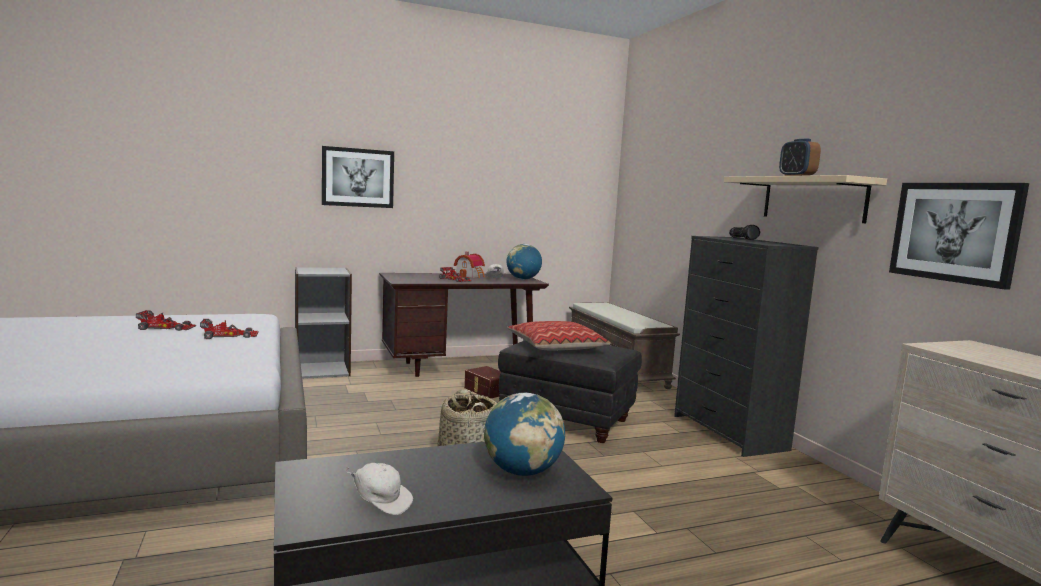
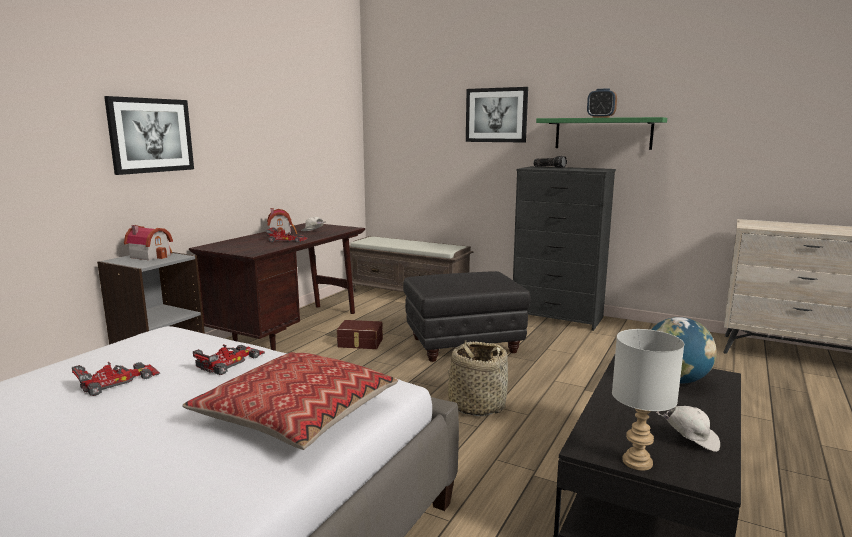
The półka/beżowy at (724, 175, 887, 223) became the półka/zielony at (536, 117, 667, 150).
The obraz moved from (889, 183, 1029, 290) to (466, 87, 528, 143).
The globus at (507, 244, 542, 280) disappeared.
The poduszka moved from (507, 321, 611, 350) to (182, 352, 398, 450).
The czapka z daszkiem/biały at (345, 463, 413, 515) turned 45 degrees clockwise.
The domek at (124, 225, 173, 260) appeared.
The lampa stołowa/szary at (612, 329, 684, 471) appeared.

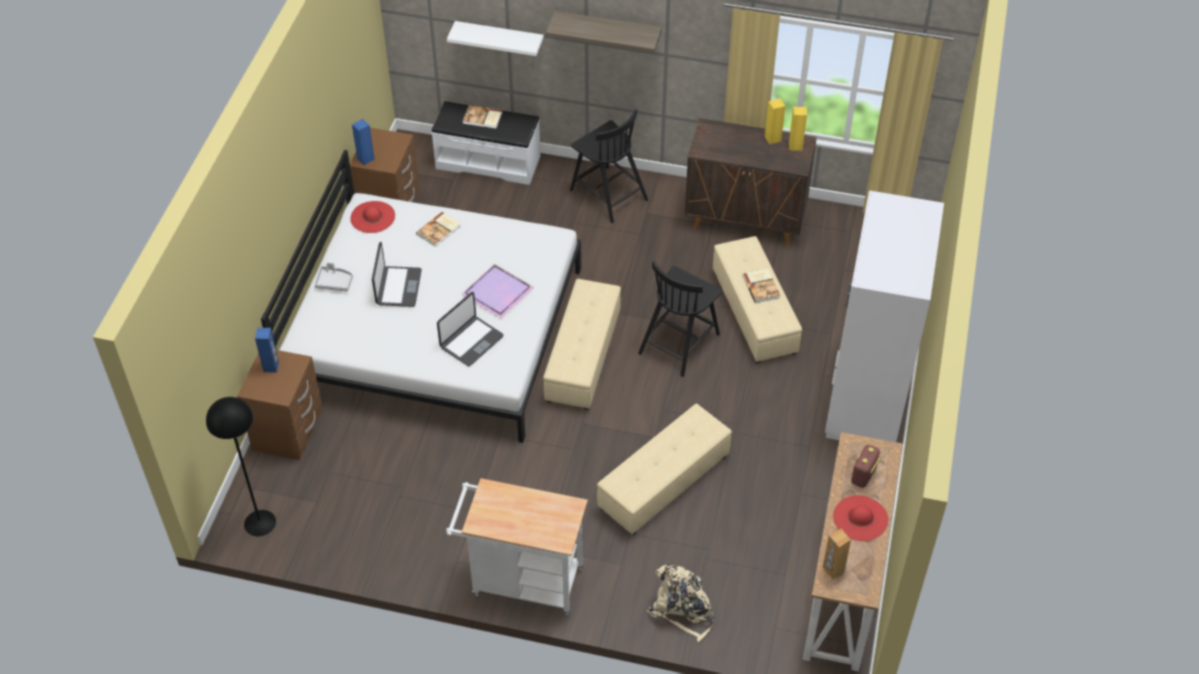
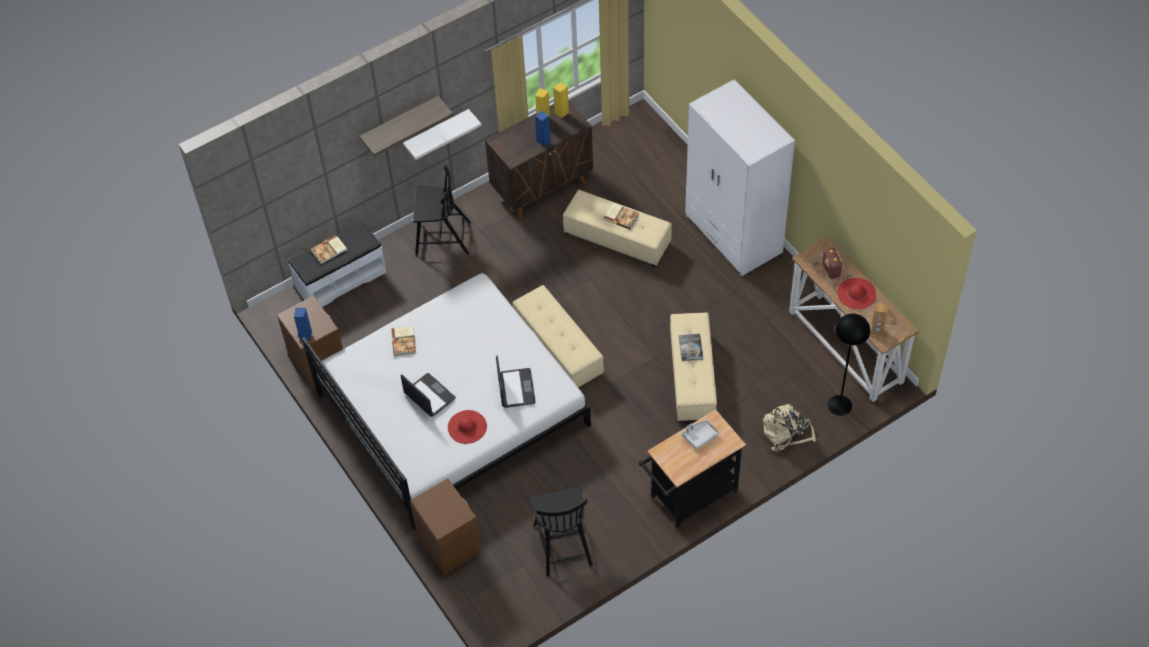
The półka/biały moved from (447, 21, 544, 56) to (403, 109, 482, 160).
The kapelusz/czerwony moved from (351, 201, 395, 233) to (448, 410, 487, 444).
The krzesło/czarny moved from (638, 261, 723, 377) to (530, 487, 593, 576).
The taca/szary moved from (314, 262, 353, 292) to (682, 420, 719, 450).
The taca/fioletowy at (461, 264, 534, 318) disappeared.
The głośnik/niebieski moved from (255, 328, 279, 372) to (535, 111, 551, 147).
The lampa stojąca/czarny moved from (206, 397, 276, 536) to (828, 313, 870, 416).
The wózek/biały at (446, 478, 588, 615) became the wózek/czarny at (639, 410, 746, 528).
The książka at (679, 334, 703, 361) appeared.

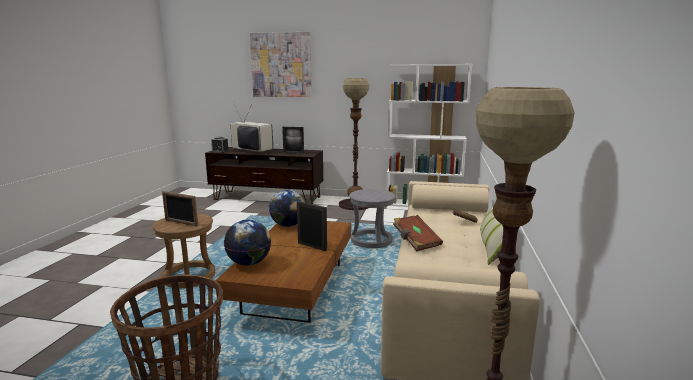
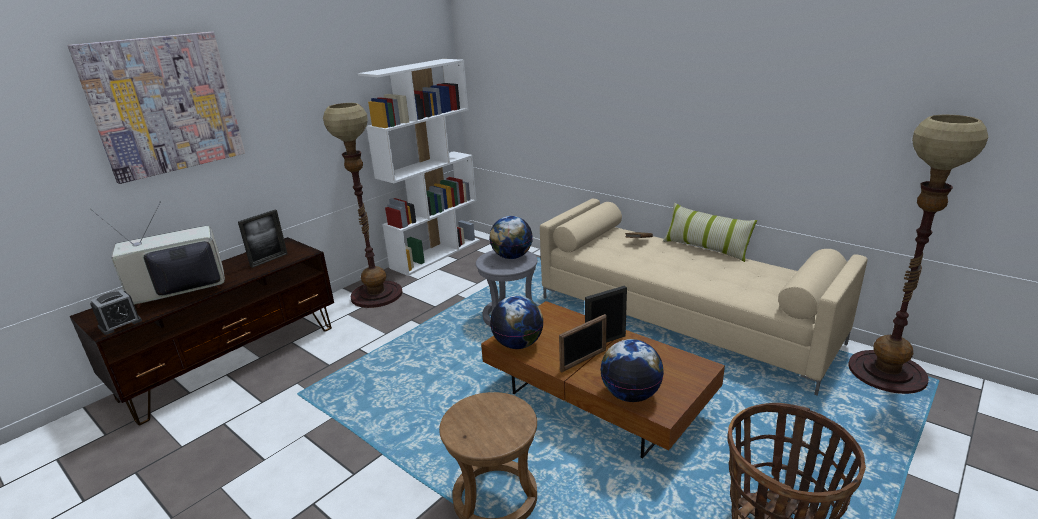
The ramka na zdjęcie moved from (162, 191, 198, 226) to (559, 314, 607, 373).
The książka/brązowy at (393, 215, 443, 251) disappeared.
The globus at (489, 216, 533, 259) appeared.

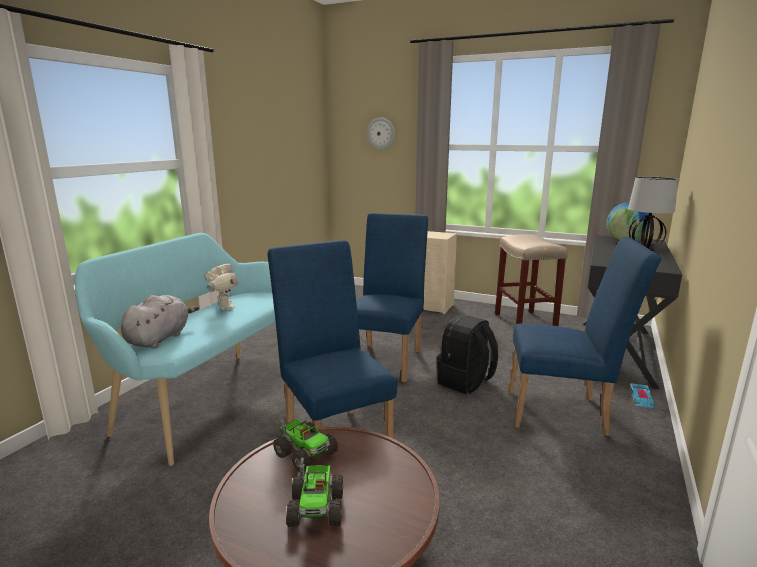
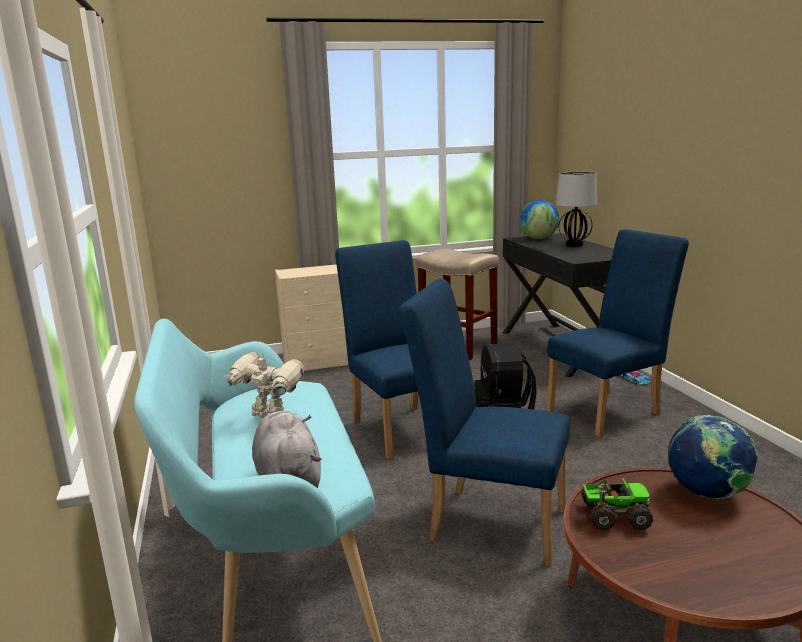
The zegar ścienny at (367, 118, 395, 150) disappeared.
The ciężarówka zabawkowa at (286, 458, 343, 527) disappeared.
The globus at (668, 415, 758, 500) appeared.

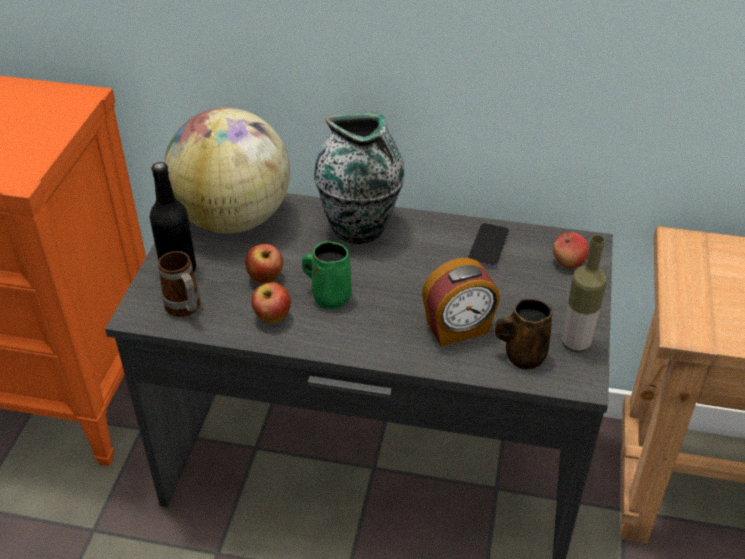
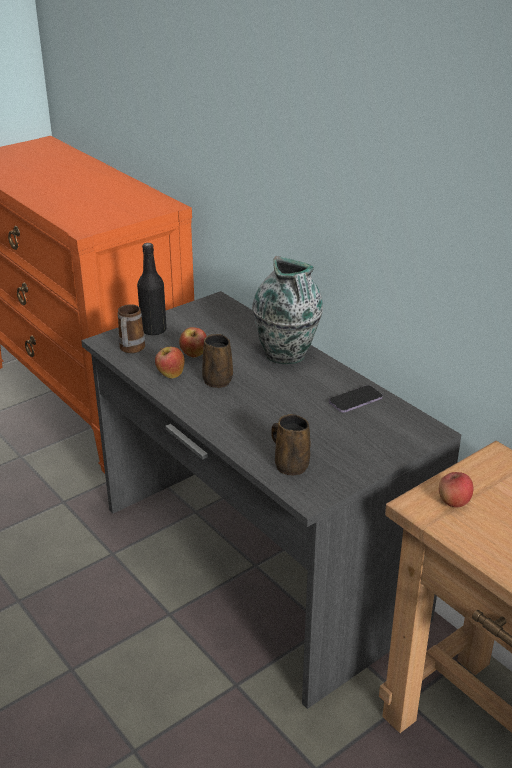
The globus at (164, 108, 290, 233) disappeared.
The jabłko moved from (553, 232, 589, 268) to (439, 472, 473, 507).
The butelka at (562, 235, 607, 353) disappeared.
The kubek/zielony at (302, 241, 352, 309) became the kubek/brązowy at (202, 334, 233, 388).
The budzik at (422, 258, 500, 346) disappeared.

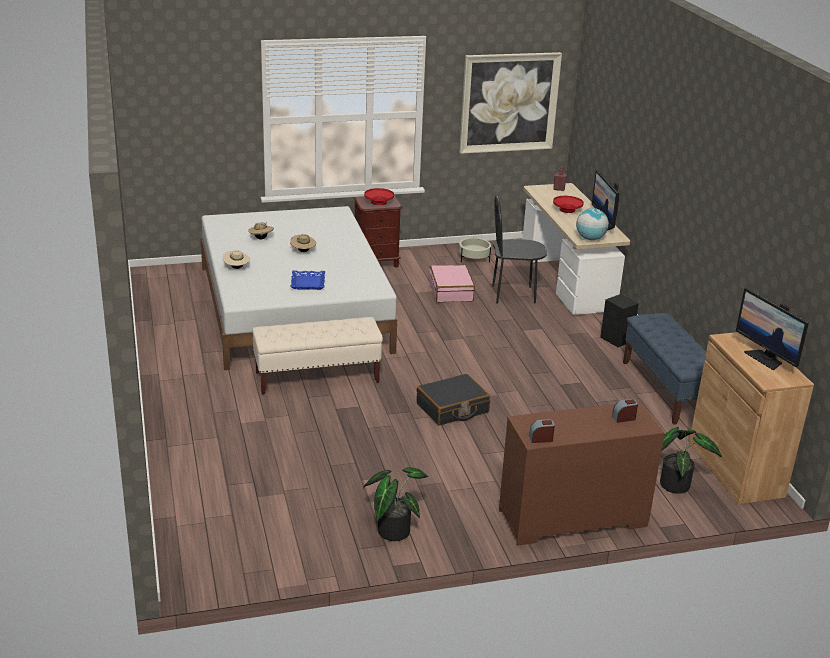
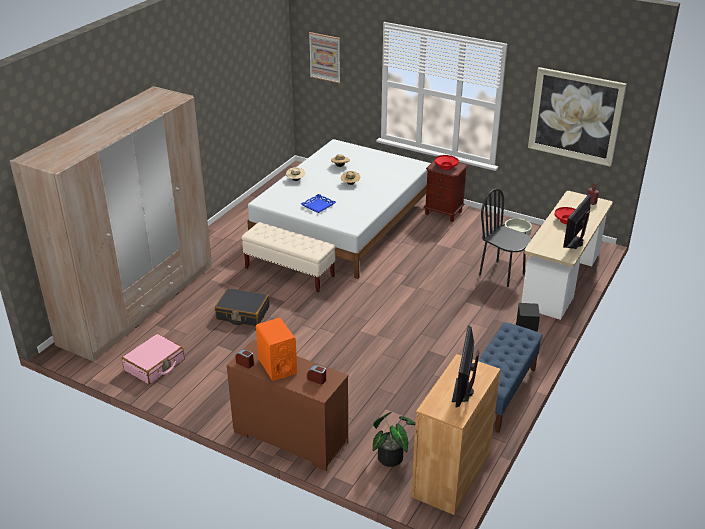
The globus at (576, 208, 609, 240) disappeared.
The walizka/różowy moved from (429, 265, 475, 302) to (122, 334, 184, 384).
The walizka/czarny moved from (416, 374, 490, 425) to (215, 288, 269, 326).
The roślina doniczkowa at (363, 467, 428, 541) disappeared.
The obraz at (309, 32, 340, 83) appeared.
The szafa/beżowy at (10, 86, 212, 362) appeared.
The głośnik/pomarańczowy at (256, 318, 297, 381) appeared.

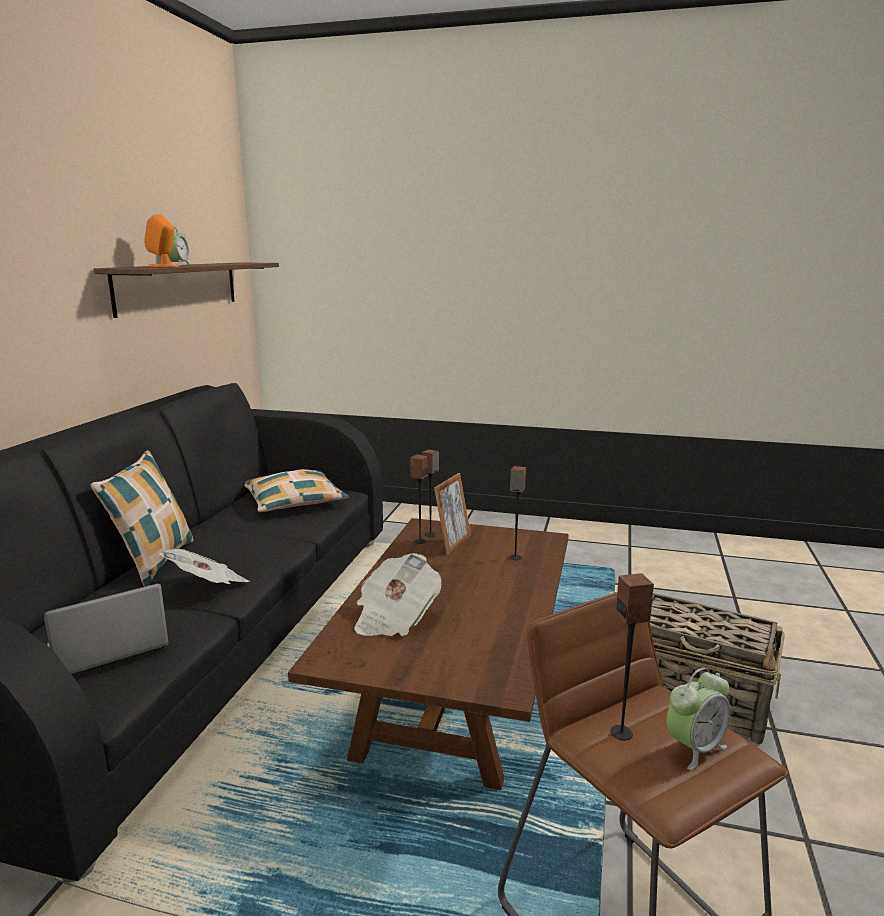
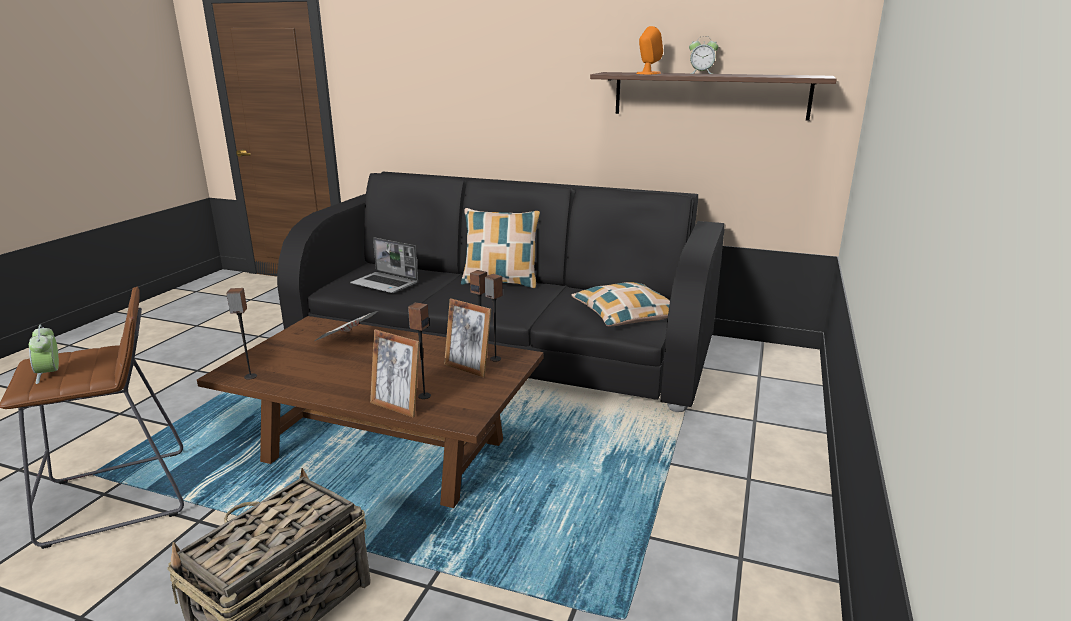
The gazeta at (159, 549, 249, 584) disappeared.
The głośnik moved from (610, 573, 654, 741) to (227, 288, 257, 379).
The laptop at (43, 584, 169, 676) turned 150 degrees clockwise.
The ramka na zdjęcie at (370, 329, 420, 417) appeared.

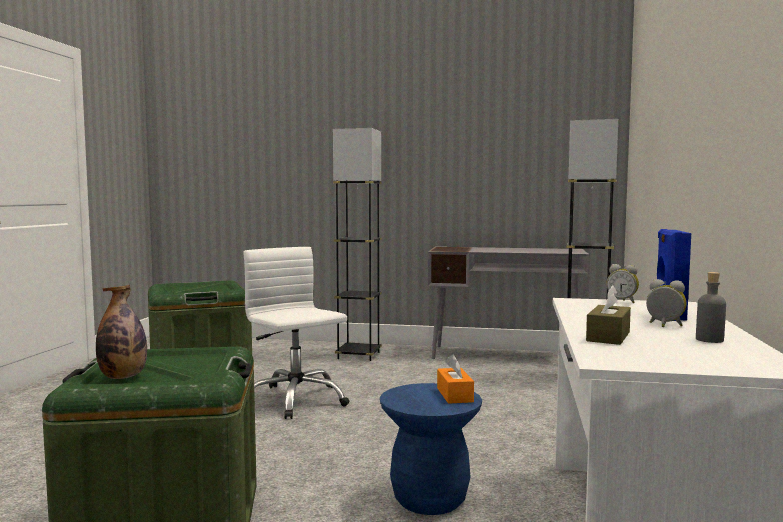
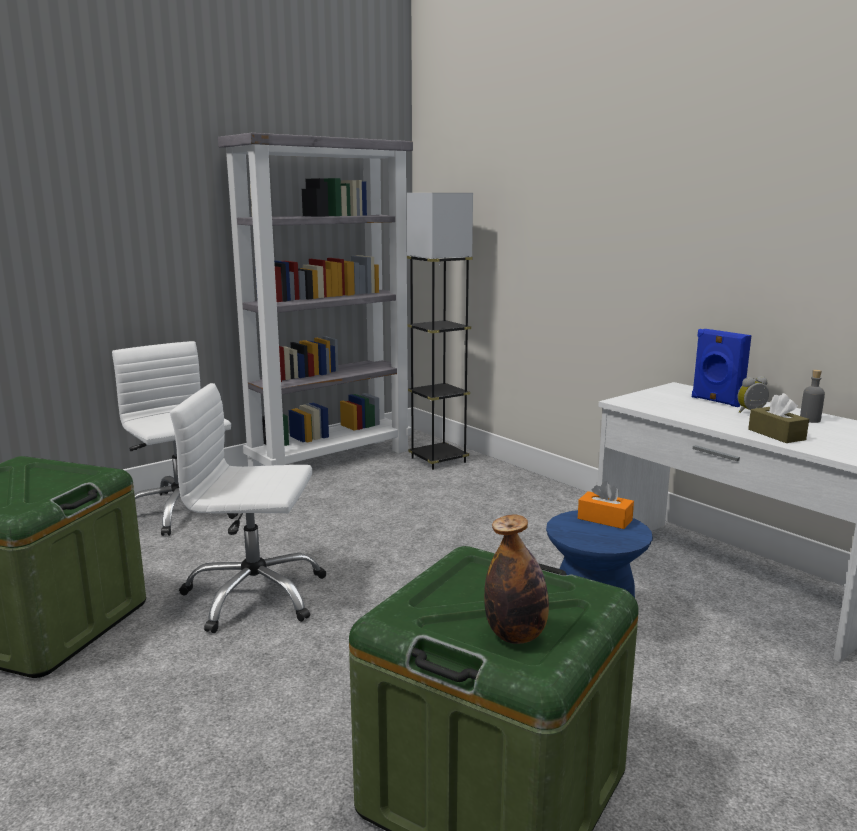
The lampa stojąca/szary at (333, 128, 382, 361) was replaced by the krzesło biurowe/biały at (112, 341, 238, 536).
The biurko/szary at (428, 247, 589, 359) was replaced by the regał/szary at (218, 133, 413, 466).
The budzik at (606, 264, 639, 303) disappeared.

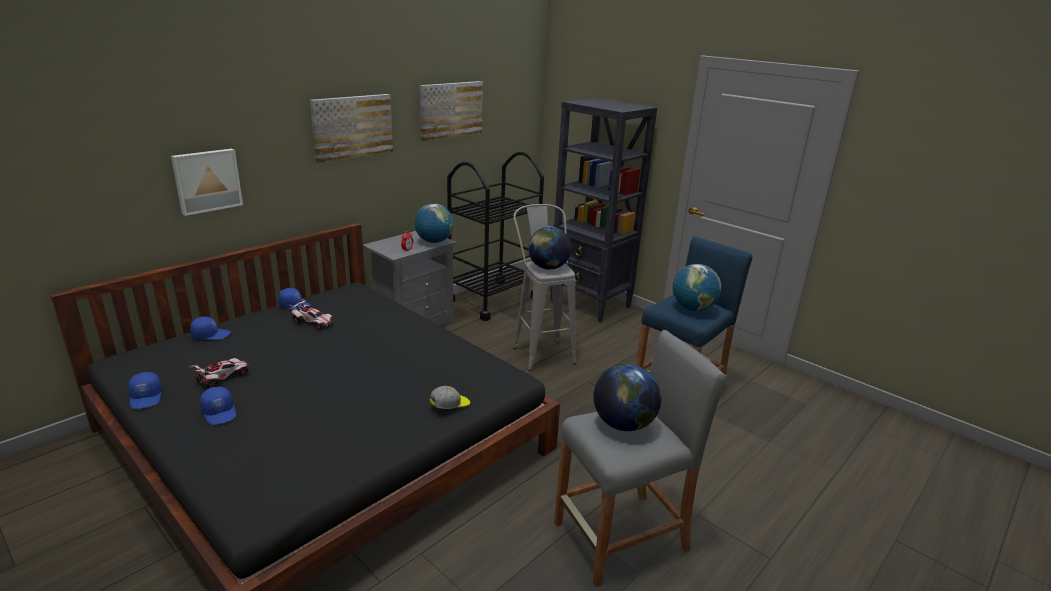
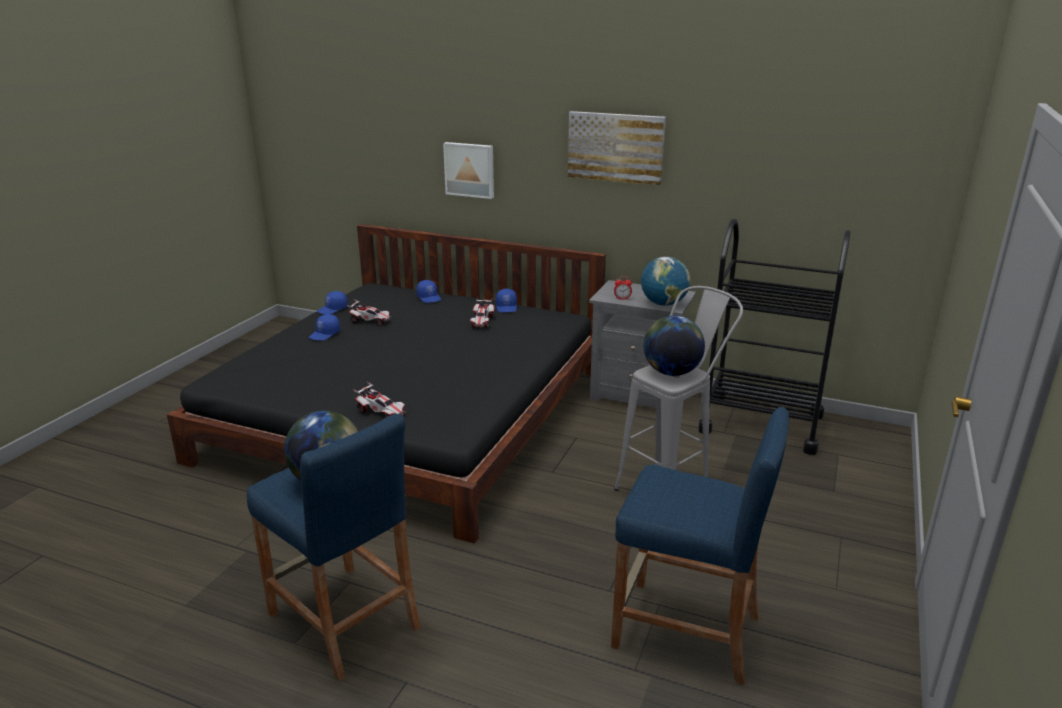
The obraz at (420, 81, 483, 141) disappeared.
The regał/czarny at (550, 98, 657, 322) disappeared.
The globus at (673, 264, 721, 311) disappeared.
The stołek/szary at (554, 330, 726, 587) became the stołek/niebieski at (247, 414, 421, 682).
The czapka z daszkiem at (429, 386, 470, 409) was replaced by the samochodzik at (353, 382, 406, 418).

